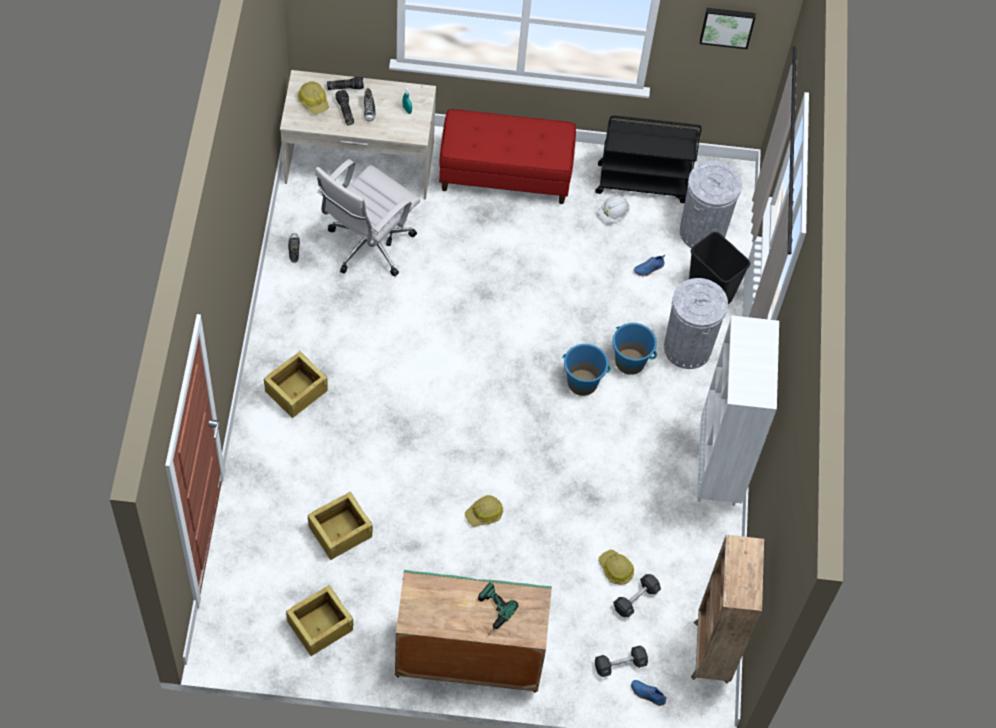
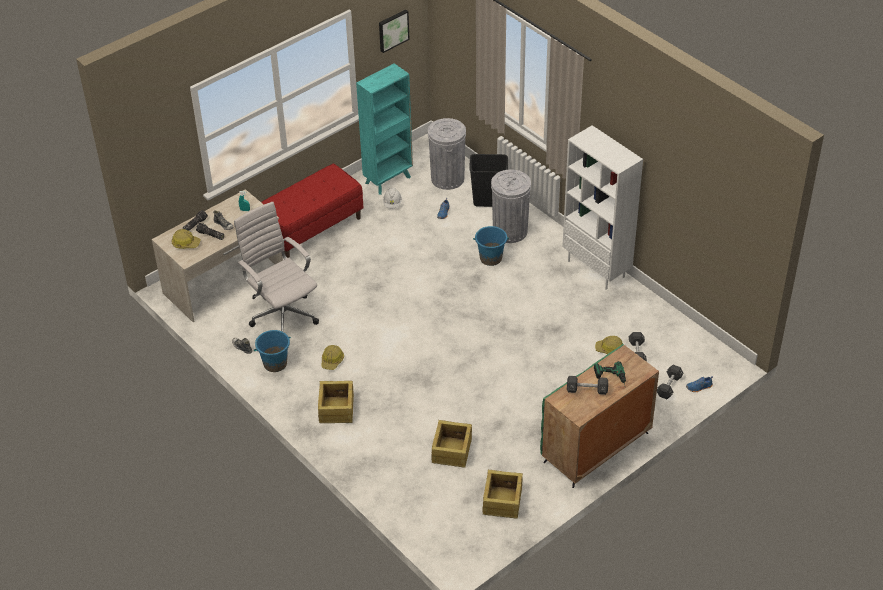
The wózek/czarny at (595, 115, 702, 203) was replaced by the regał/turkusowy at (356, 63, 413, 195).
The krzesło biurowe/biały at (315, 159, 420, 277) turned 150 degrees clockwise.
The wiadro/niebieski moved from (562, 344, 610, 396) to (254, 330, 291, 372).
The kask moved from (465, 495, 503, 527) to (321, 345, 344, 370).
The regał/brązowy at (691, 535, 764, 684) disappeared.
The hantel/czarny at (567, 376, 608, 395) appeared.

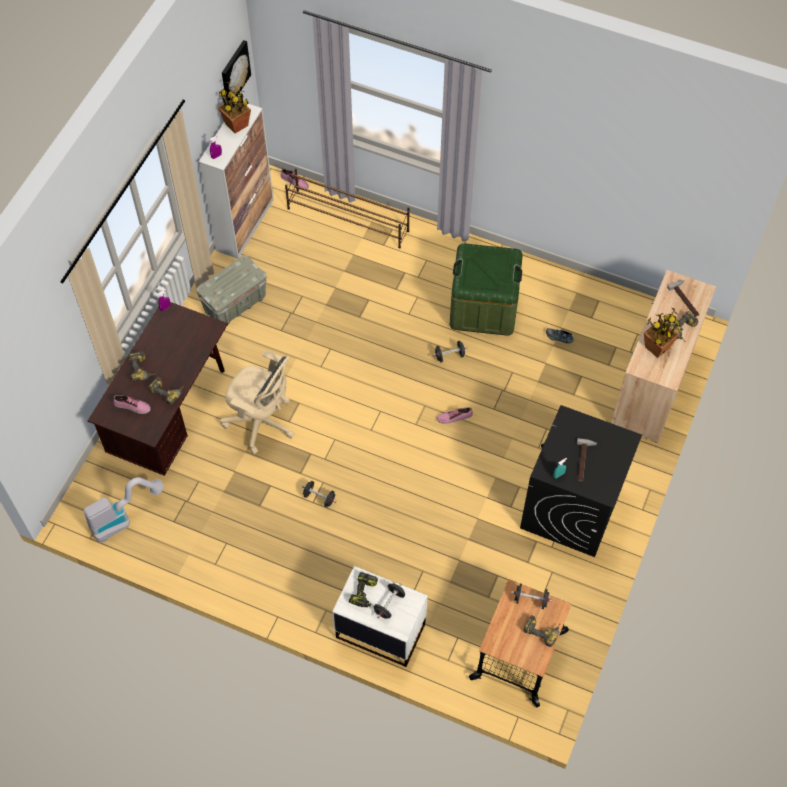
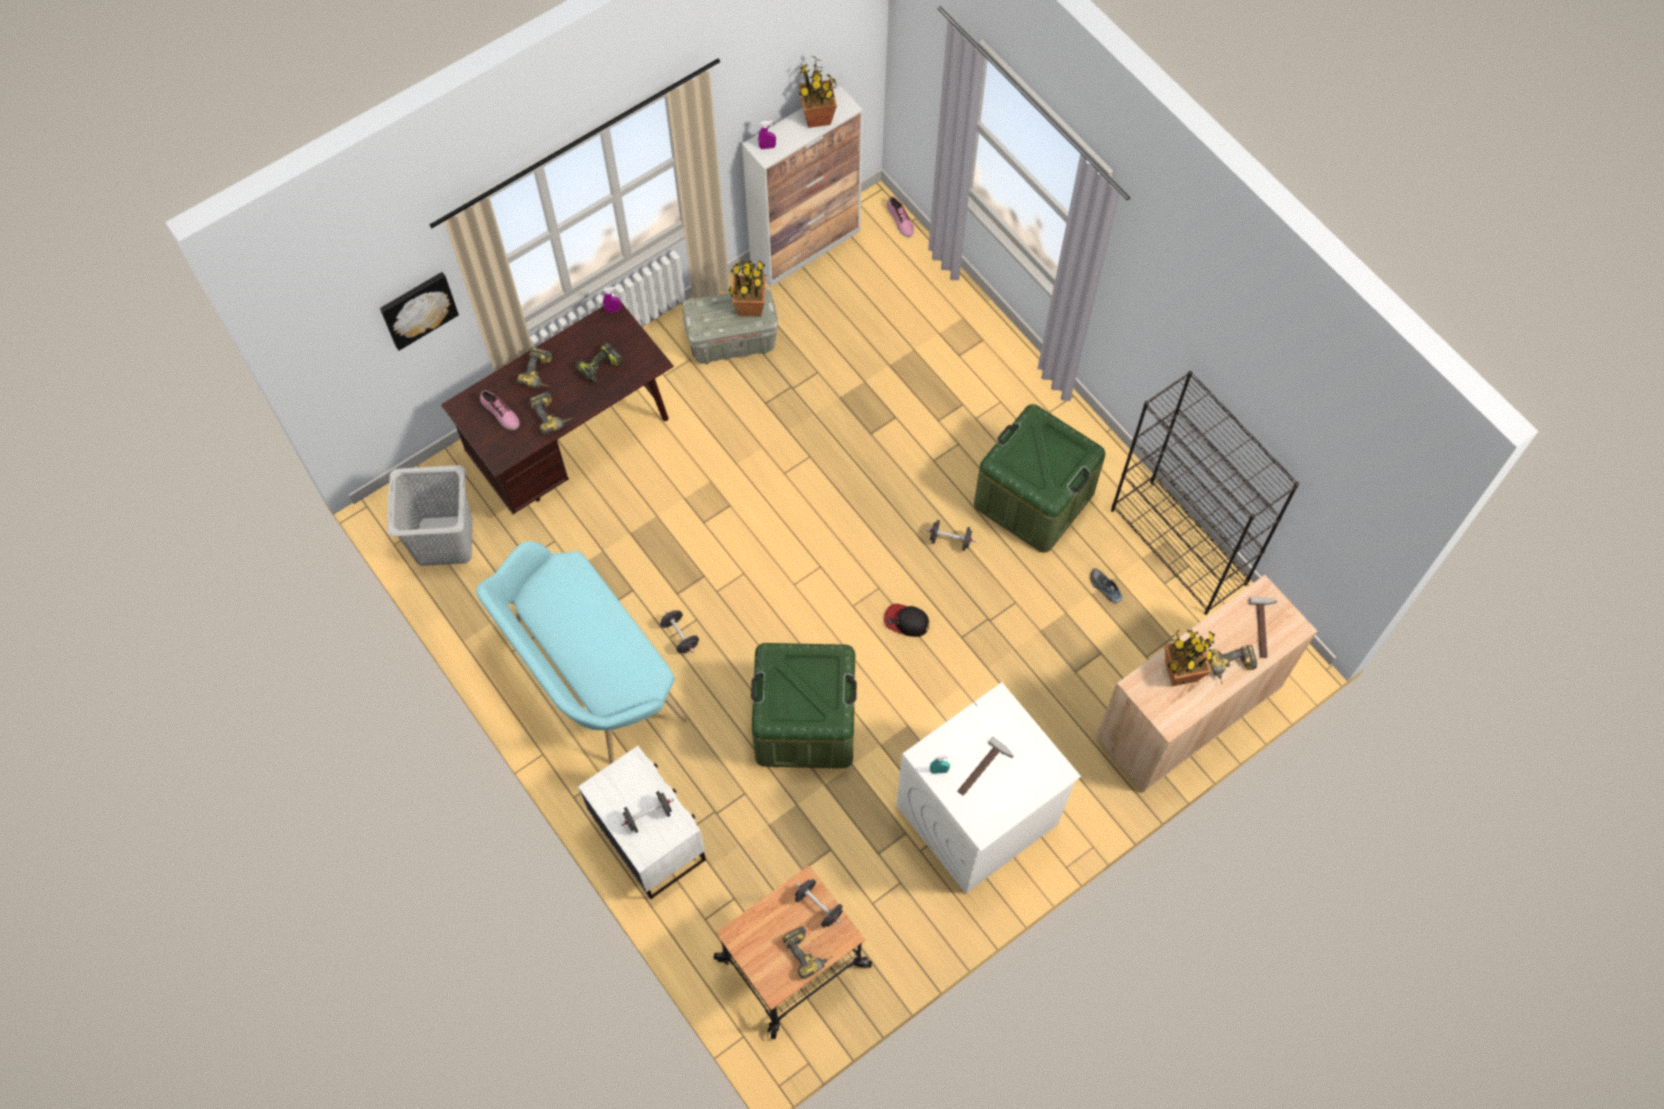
The obraz moved from (222, 40, 251, 101) to (380, 272, 459, 351).
The regał na buty/brązowy at (285, 169, 410, 248) disappeared.
The krzesło biurowe/beżowy at (220, 350, 294, 454) disappeared.
The pralka/czarny at (520, 405, 642, 557) became the pralka/biały at (896, 682, 1081, 894).
The but at (437, 407, 473, 424) was replaced by the czapka z daszkiem at (884, 604, 929, 637).
The odkurzacz at (84, 477, 163, 543) was replaced by the kosz na pranie/szary at (387, 465, 473, 566).
The wiertarka moved from (349, 572, 378, 607) to (576, 342, 623, 383).
The roślina doniczkowa at (729, 260, 767, 316) appeared.
The regał/czarny at (1111, 371, 1299, 615) appeared.
The ławka/turkusowy at (476, 541, 687, 764) appeared.
The pojemnik do przechowywania/zielony at (751, 643, 857, 768) appeared.

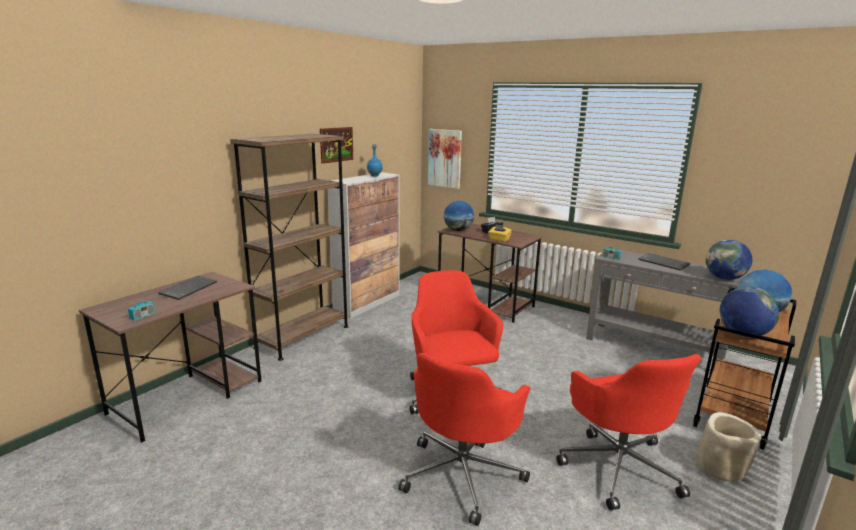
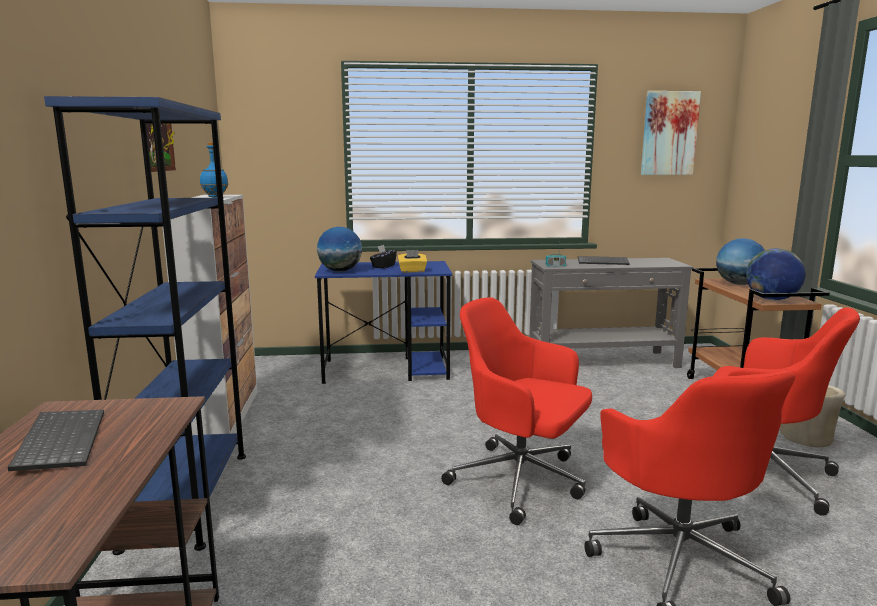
The obraz moved from (428, 129, 462, 189) to (641, 91, 701, 175).
The regał/brązowy at (230, 134, 349, 361) became the regał/niebieski at (44, 96, 246, 555).
The biurko/brązowy at (437, 223, 543, 323) became the biurko/niebieski at (315, 261, 452, 384).
The globus at (706, 240, 752, 280) disappeared.
The radio at (128, 286, 155, 321) disappeared.

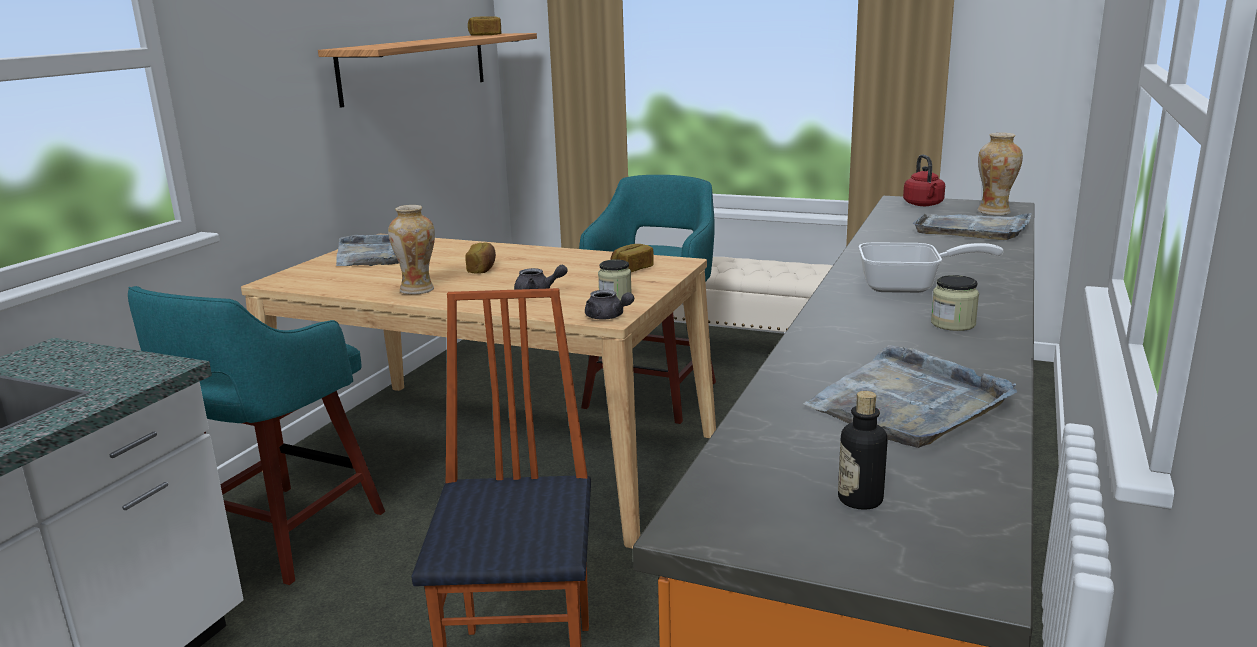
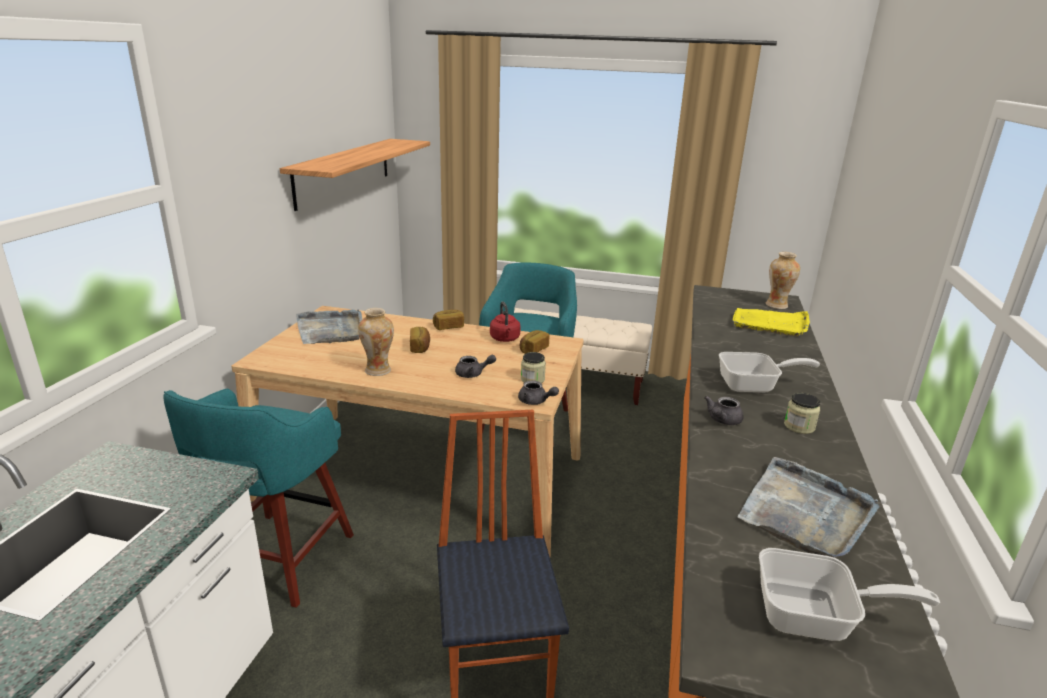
The chleb moved from (468, 16, 501, 36) to (433, 310, 464, 330).
The czajnik/czerwony moved from (903, 155, 945, 206) to (490, 301, 521, 342).
The taca/szary at (913, 213, 1032, 240) became the taca/żółty at (733, 308, 810, 337).
The butelka at (838, 391, 887, 510) was replaced by the patelnia at (759, 548, 940, 641).
The imbryk/szary at (704, 396, 744, 425) appeared.

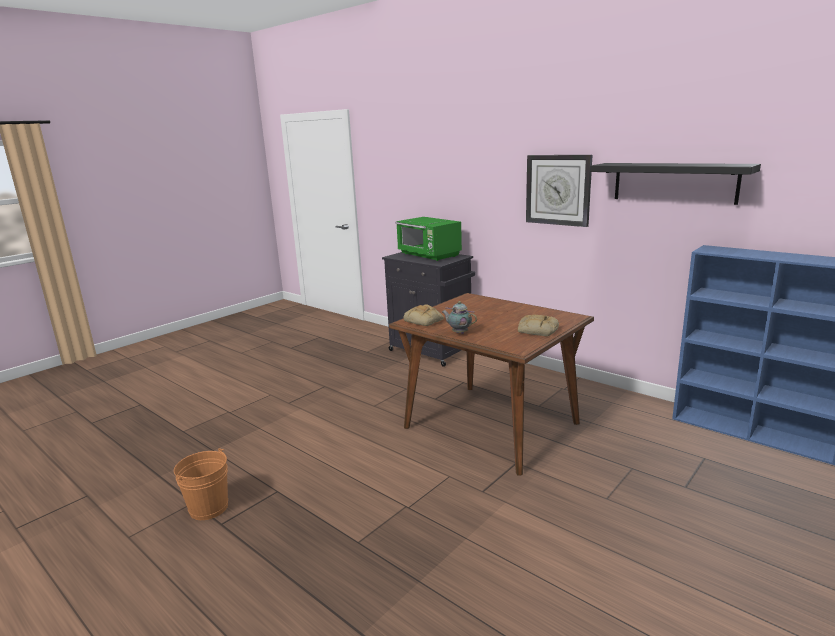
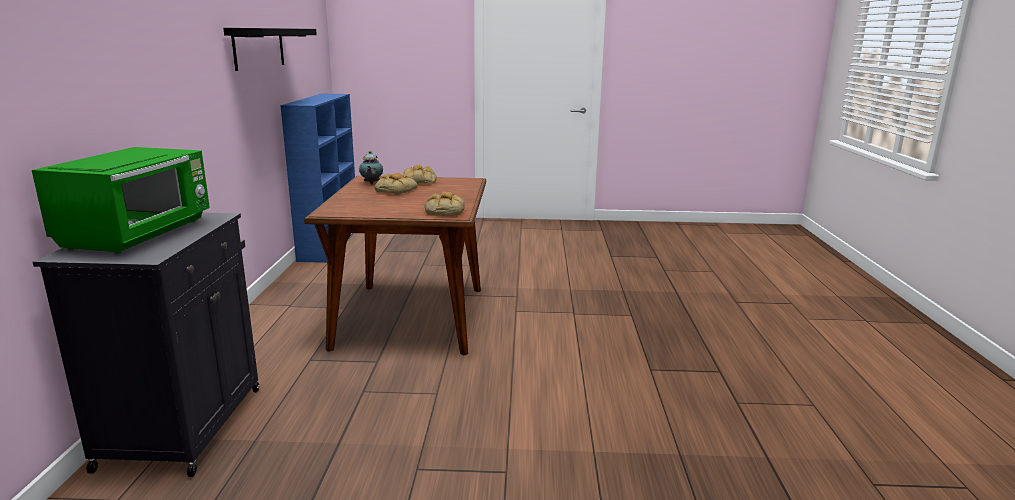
The zegar ścienny at (526, 155, 592, 227) disappeared.
The imbryk moved from (442, 301, 477, 334) to (359, 151, 383, 184).
The wiadro/pomarańczowy at (174, 448, 228, 520) disappeared.
The chleb at (375, 173, 418, 195) appeared.

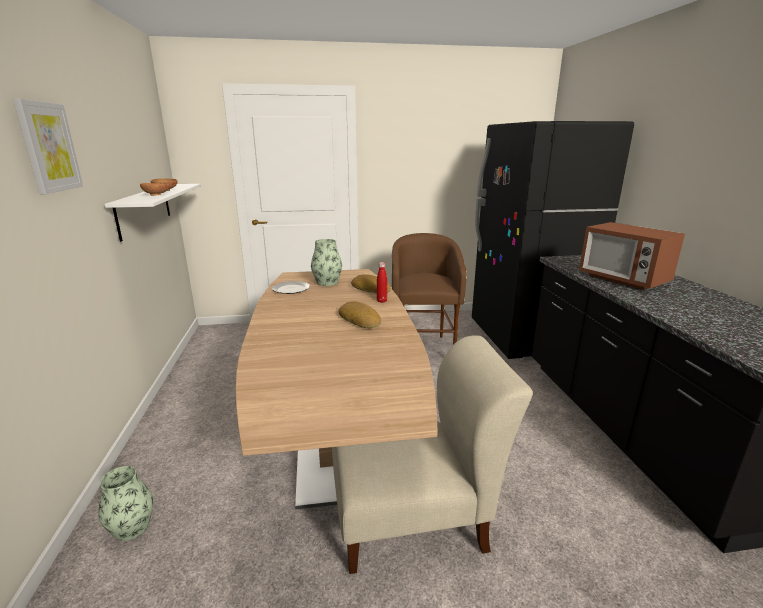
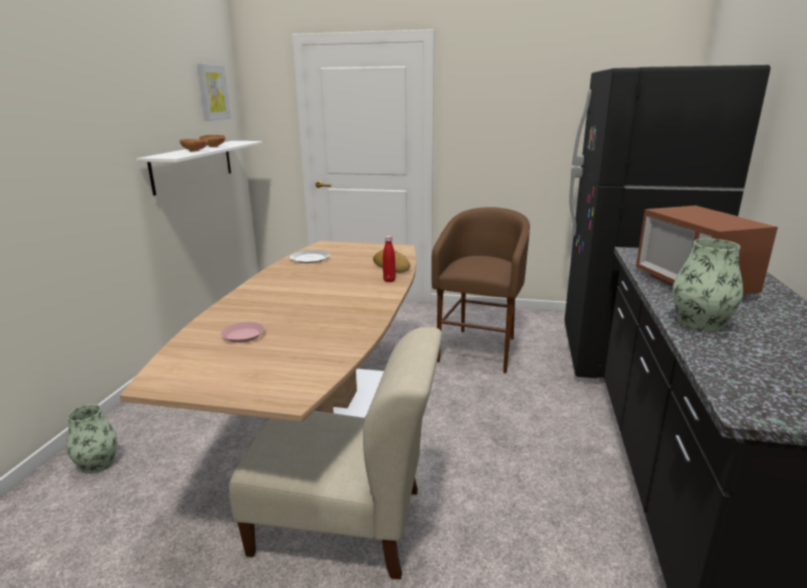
The obraz moved from (13, 99, 83, 194) to (197, 63, 231, 121).
The wazon moved from (311, 239, 342, 286) to (673, 238, 743, 332).
The chleb at (339, 301, 381, 328) disappeared.
The talerz/różowy at (221, 322, 265, 343) appeared.

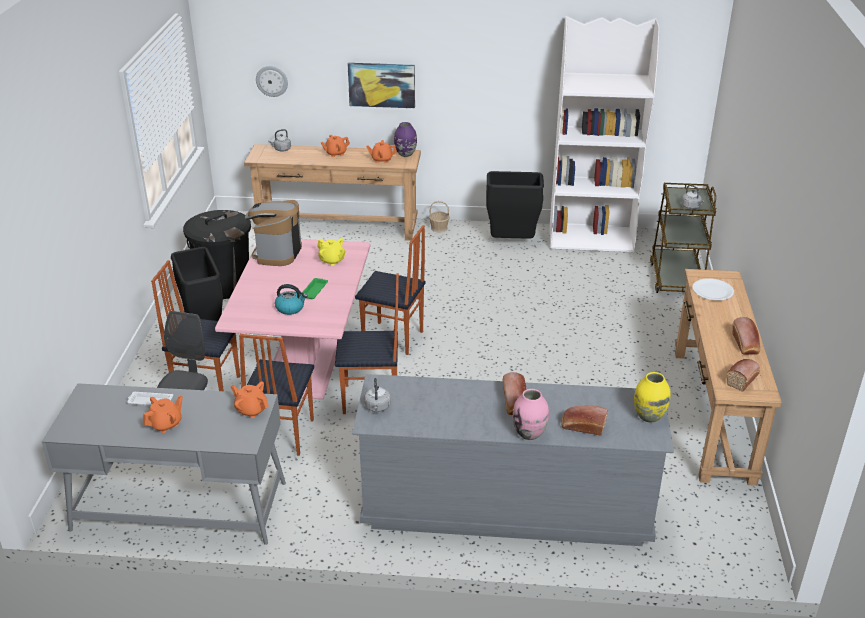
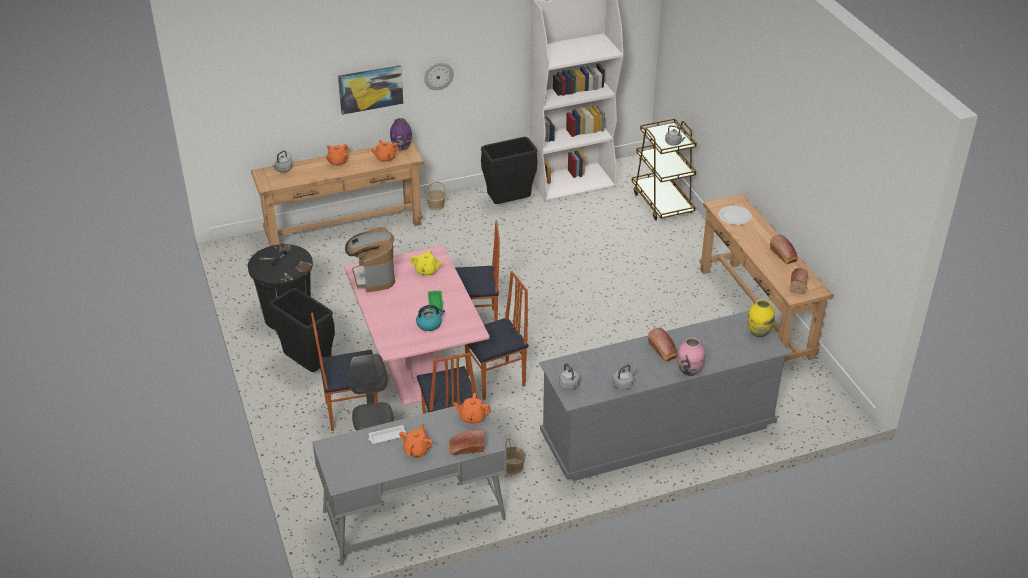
The zegar ścienny moved from (256, 66, 288, 97) to (424, 63, 454, 90).
The chleb moved from (562, 405, 608, 436) to (449, 429, 485, 455).
The czajnik/szary at (612, 364, 637, 390) appeared.
The koszyk at (505, 438, 526, 474) appeared.

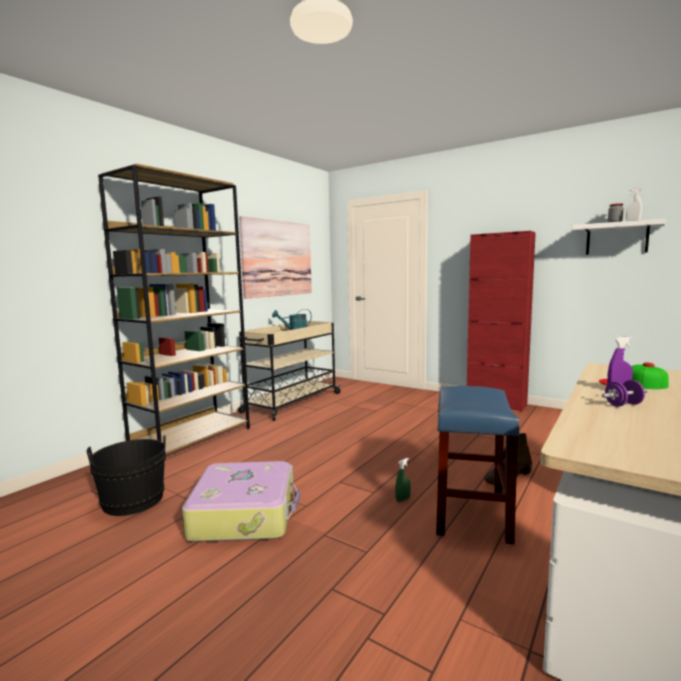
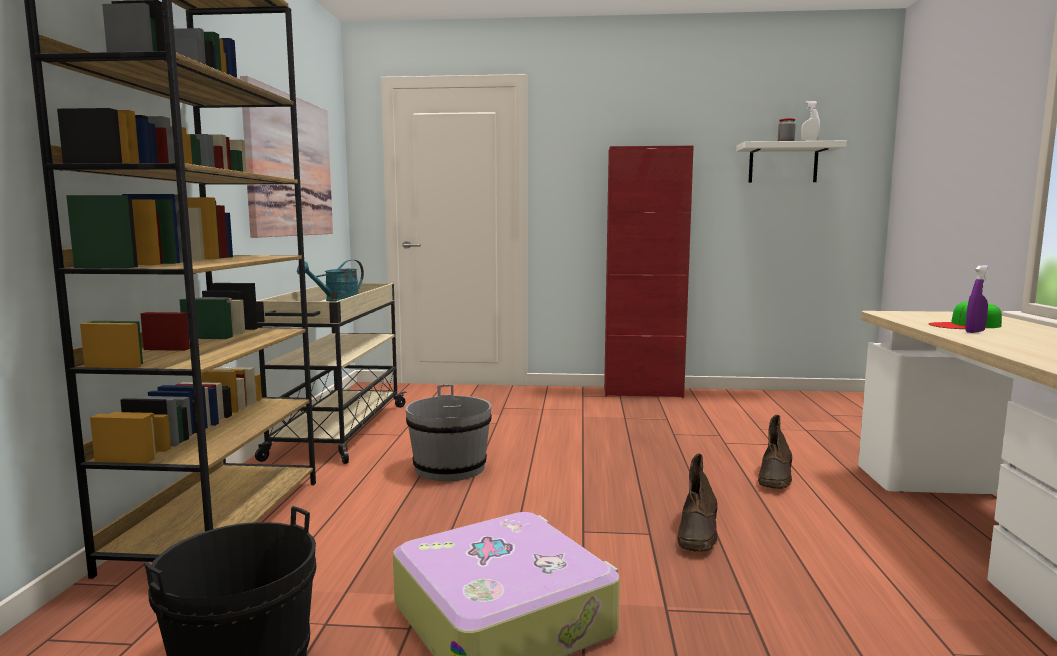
The hantel/fioletowy at (602, 380, 648, 407) disappeared.
The stołek/niebieski at (436, 386, 520, 544) disappeared.
The spryskiwacz/zielony at (395, 458, 411, 502) was replaced by the but z cholewką/brązowy at (678, 453, 718, 552).
The wiadro/szary at (406, 384, 492, 482) appeared.

